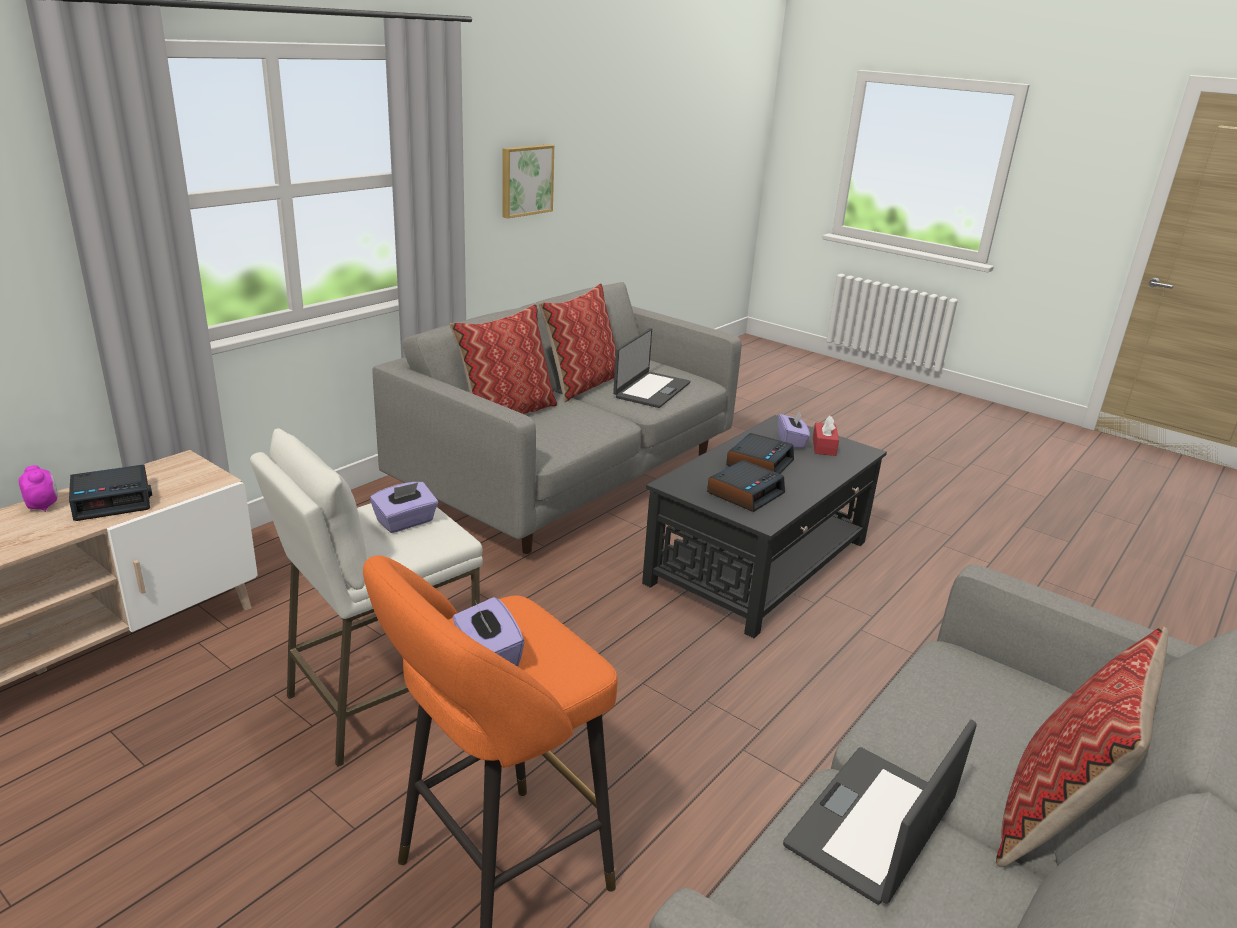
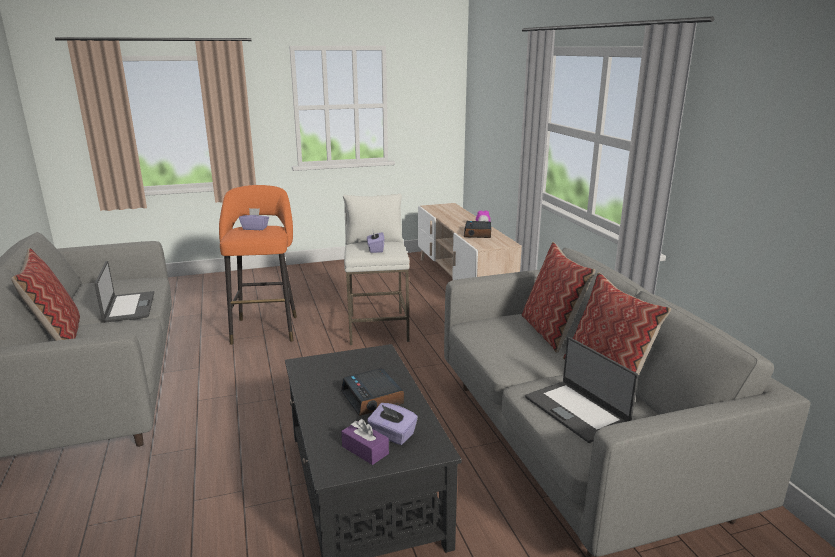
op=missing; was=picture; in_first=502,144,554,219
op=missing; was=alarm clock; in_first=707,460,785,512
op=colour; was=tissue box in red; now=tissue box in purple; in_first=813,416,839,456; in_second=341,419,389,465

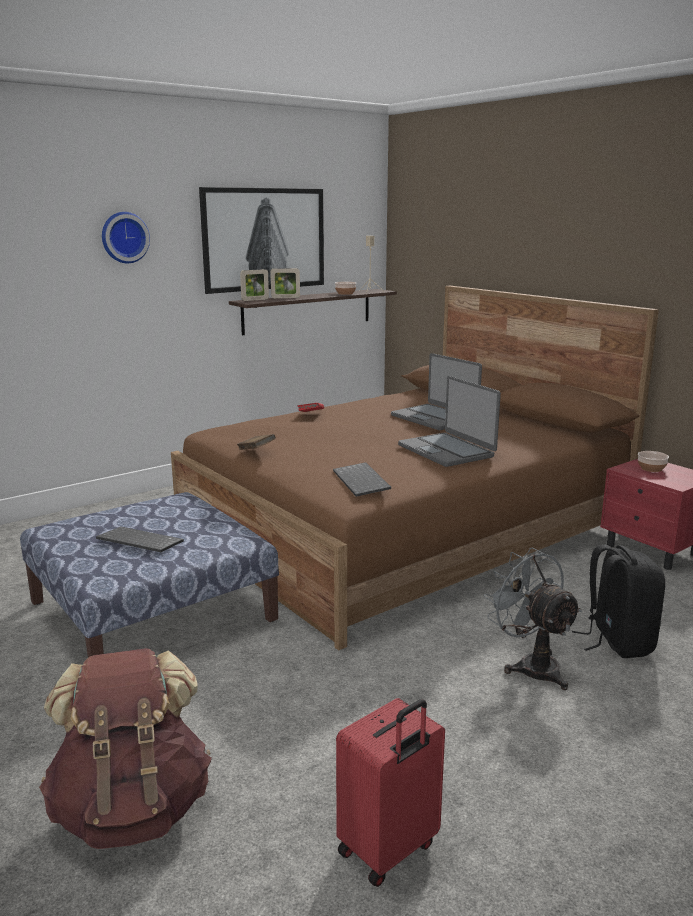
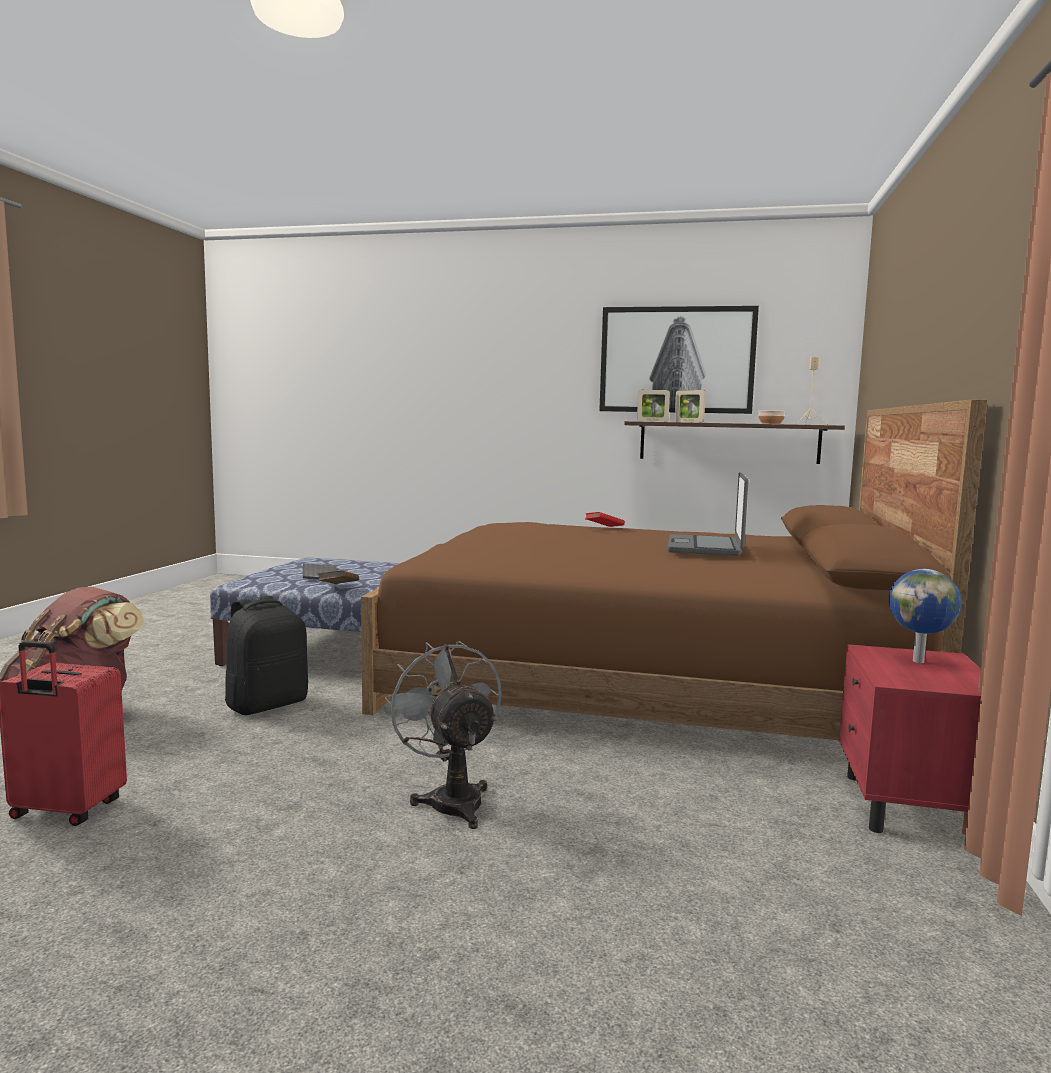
op=missing; was=wall clock; in_first=102,212,150,263
op=relocated; was=book in brown; in_first=237,434,276,450; in_second=318,570,359,584
op=missing; was=keyboard; in_first=333,462,391,497
op=missing; was=laptop; in_first=398,376,501,467
op=spun; was=fan in grey; in_first=484,548,582,690; in_second=385,641,502,829; clockwise=-45
op=relocated; was=backpack in black; in_first=572,544,665,658; in_second=225,596,308,715
op=exchanged; was=bowl; now=globe; in_first=638,451,669,472; in_second=889,569,962,663

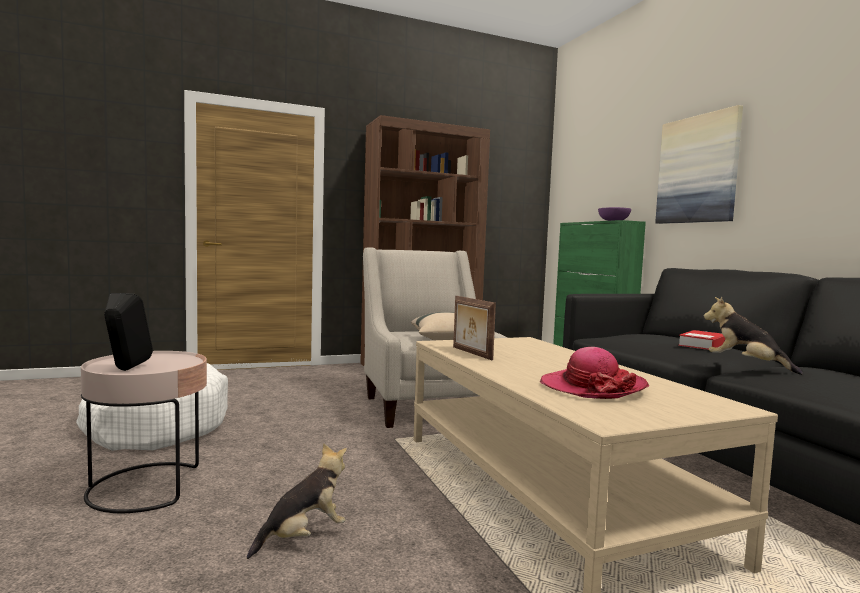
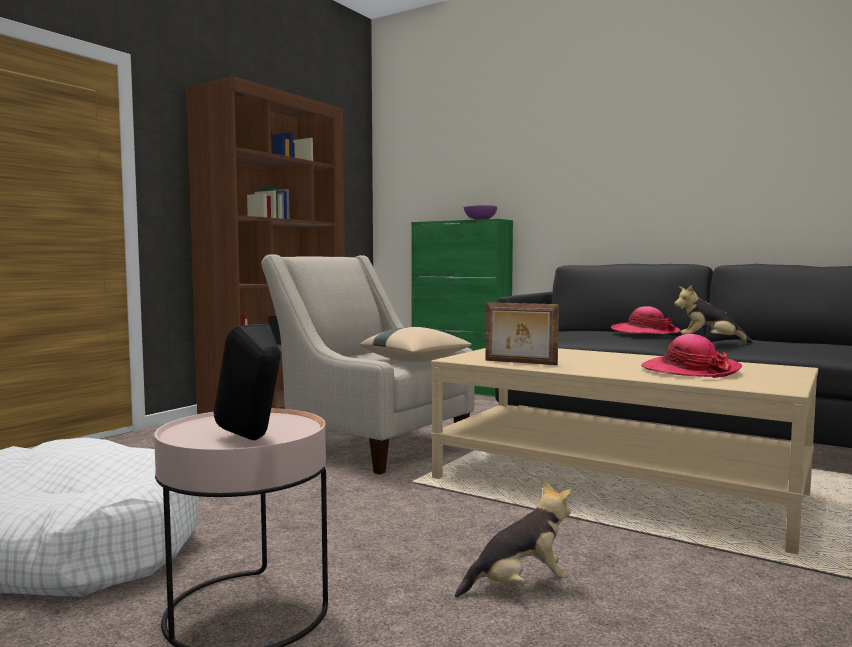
op=spun; was=plush toy; in_first=247,443,347,559; in_second=455,480,572,598; clockwise=60
op=missing; was=picture; in_first=655,105,743,224
op=exchanged; was=book; now=hat; in_first=678,330,725,350; in_second=611,306,681,334

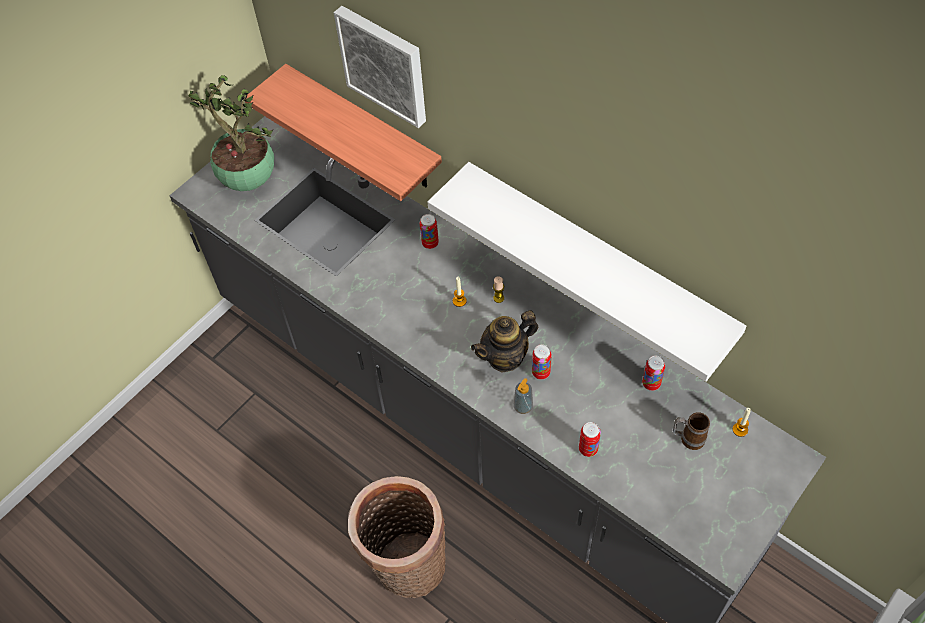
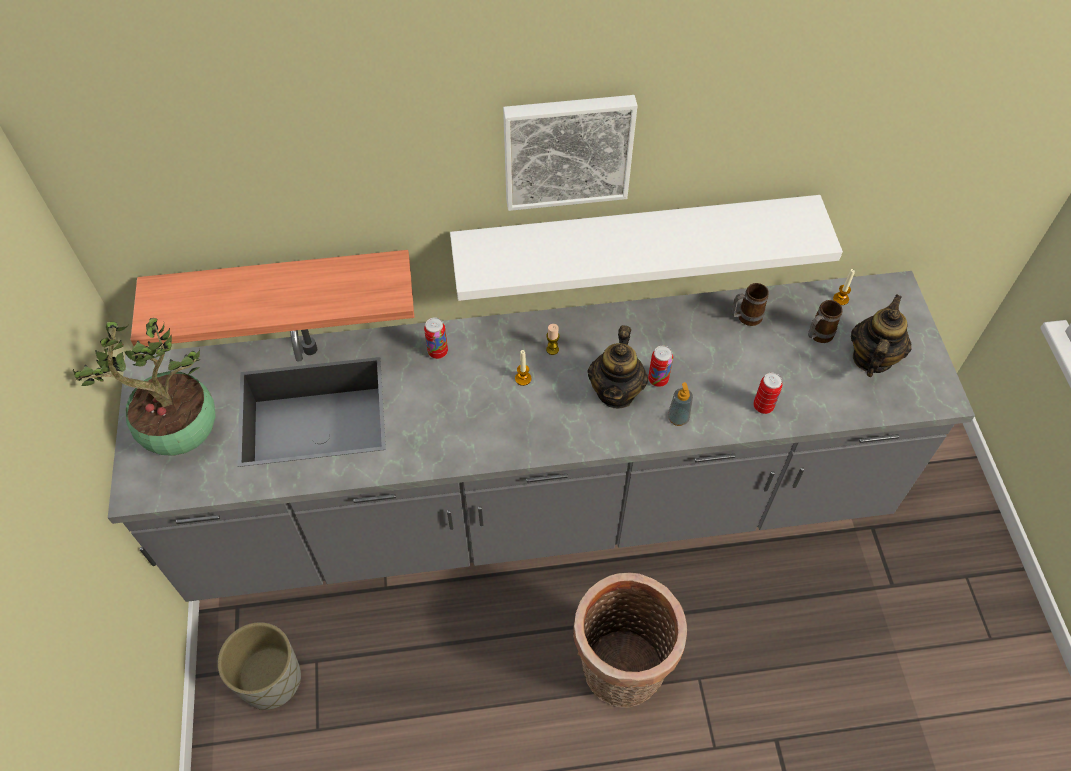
op=relocated; was=picture; in_first=334,6,426,128; in_second=503,95,637,211
op=exchanged; was=can; now=mug; in_first=642,356,665,391; in_second=732,283,769,326
op=appeared; now=planter in grey; in_second=218,622,301,710
op=appeared; now=teapot; in_second=851,294,911,377

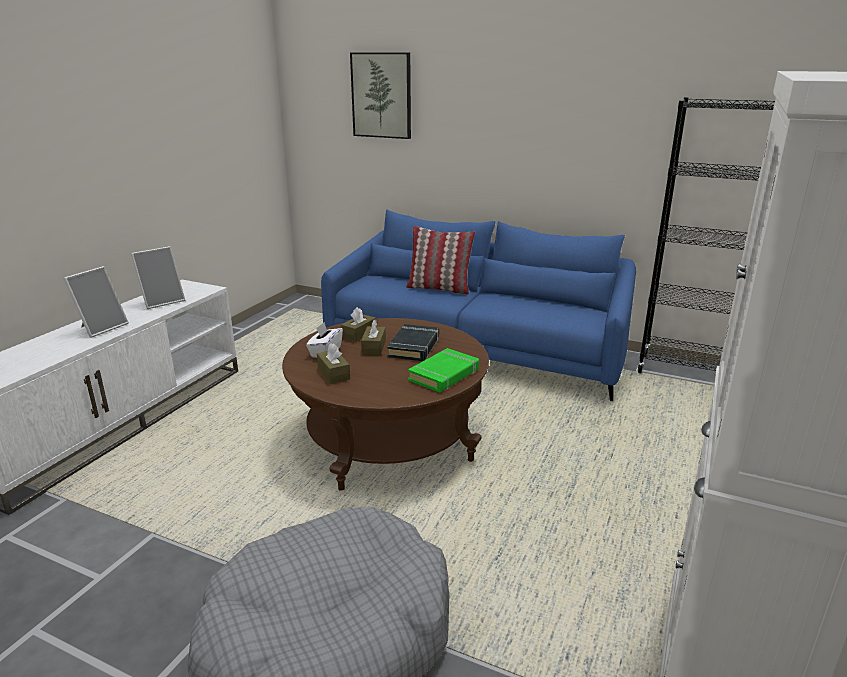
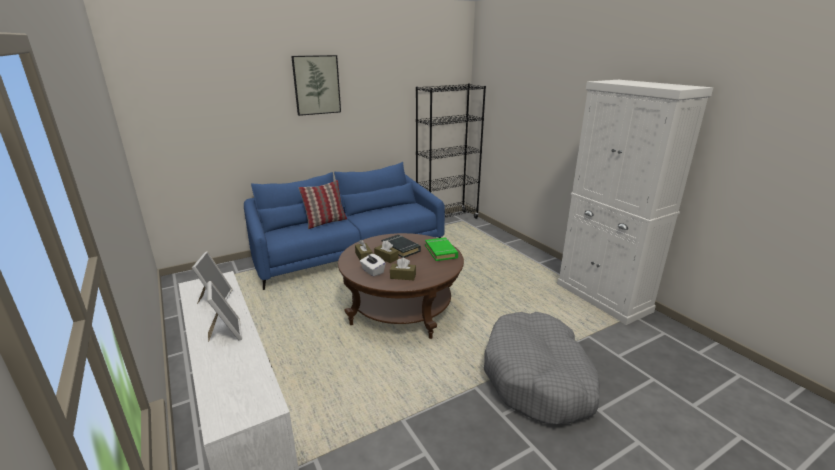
op=relocated; was=picture; in_first=350,52,411,139; in_second=291,55,341,116

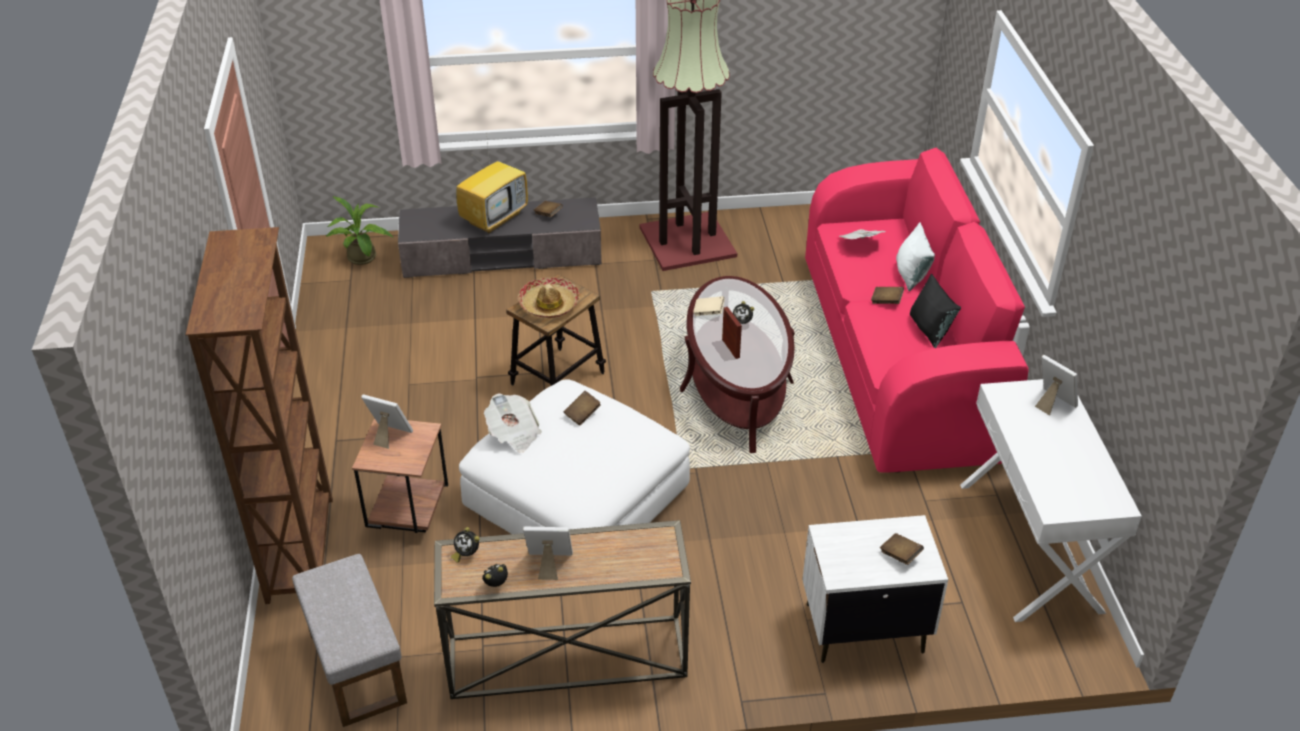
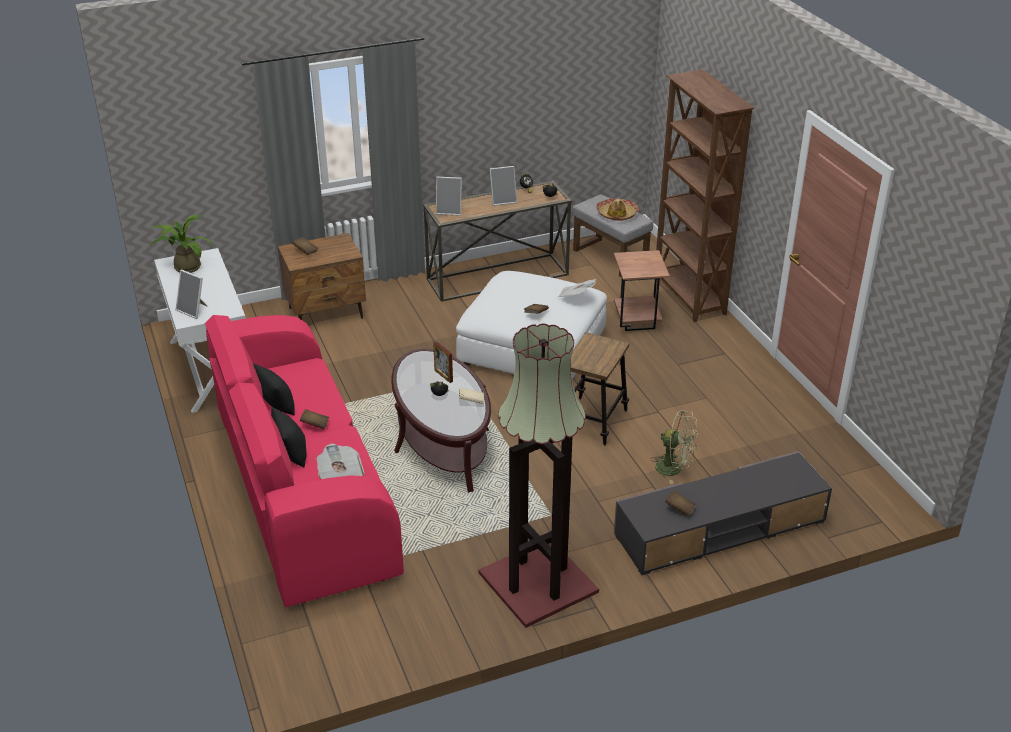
op=relocated; was=potted plant; in_first=325,196,393,265; in_second=150,215,216,273
op=relocated; was=picture frame; in_first=361,395,413,449; in_second=436,177,462,216
op=missing; was=television; in_first=456,142,528,233
op=relocated; was=hat; in_first=518,278,579,318; in_second=596,198,639,221
op=colour; was=nightstand in white; now=nightstand in brown; in_first=803,515,948,663; in_second=278,233,366,320
op=colour; was=pillow in white; now=pillow in black; in_first=896,222,935,291; in_second=271,407,306,468
op=appeared; now=fan in green; in_second=650,410,698,484

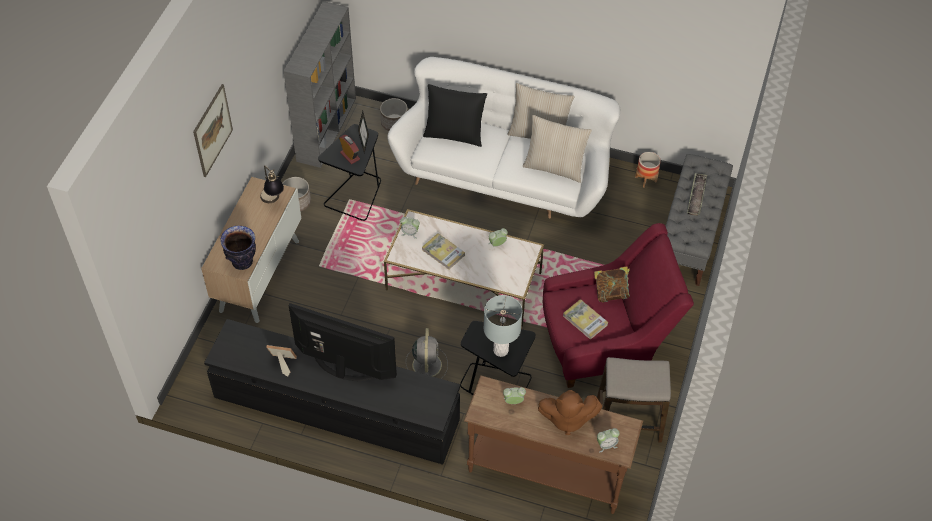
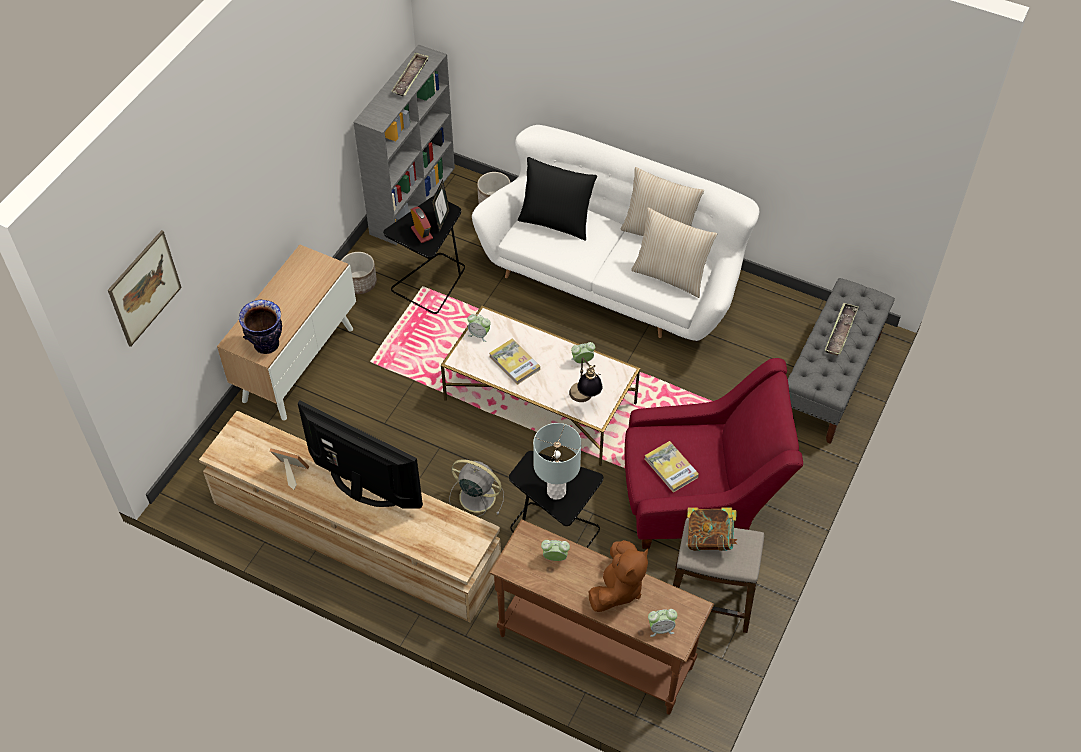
op=relocated; was=picture; in_first=193,84,233,177; in_second=108,230,182,347
op=colour; was=tv stand in black; now=tv stand in beige; in_first=204,319,460,465; in_second=199,411,501,623
op=relocated; was=table lamp; in_first=260,165,284,203; in_second=569,357,602,402
op=spun; was=fan in grey; in_first=406,328,448,379; in_second=449,459,504,517; clockwise=-75
op=spun; was=plush toy in brown; in_first=538,390,602,435; in_second=589,540,648,612; clockwise=-75
op=relocated; was=book; in_first=594,267,630,302; in_second=687,507,738,551
op=missing; was=planter; in_first=635,152,661,187
op=appeared; now=tray; in_second=391,52,429,97

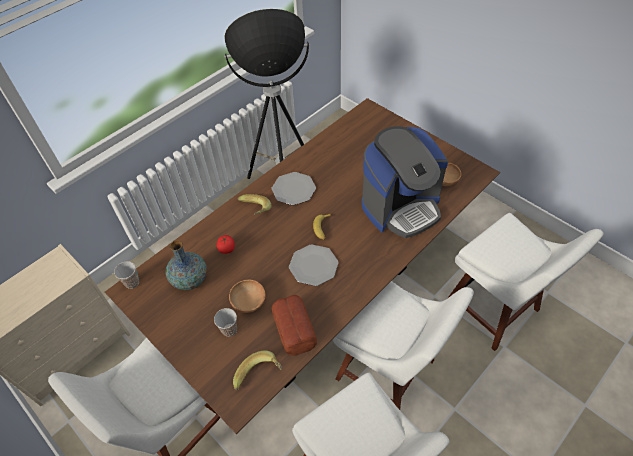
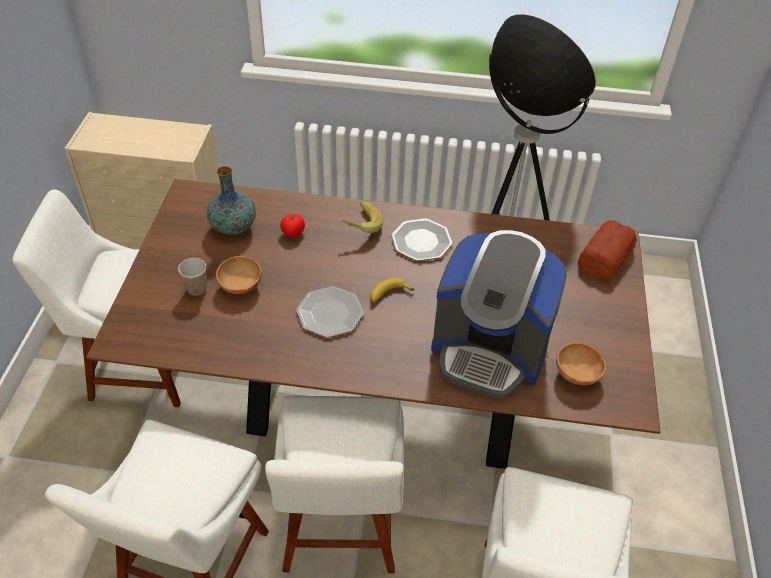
op=missing; was=cup; in_first=114,261,139,289
op=missing; was=banana; in_first=233,350,283,390
op=relocated; was=bread; in_first=271,295,317,356; in_second=578,220,637,281

